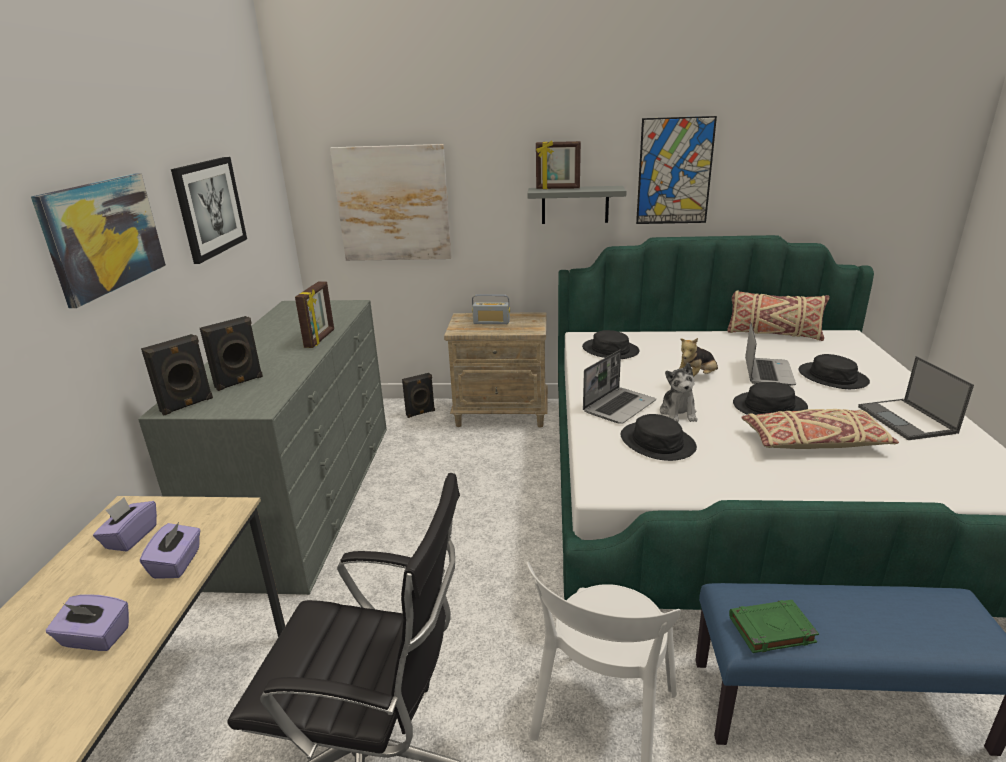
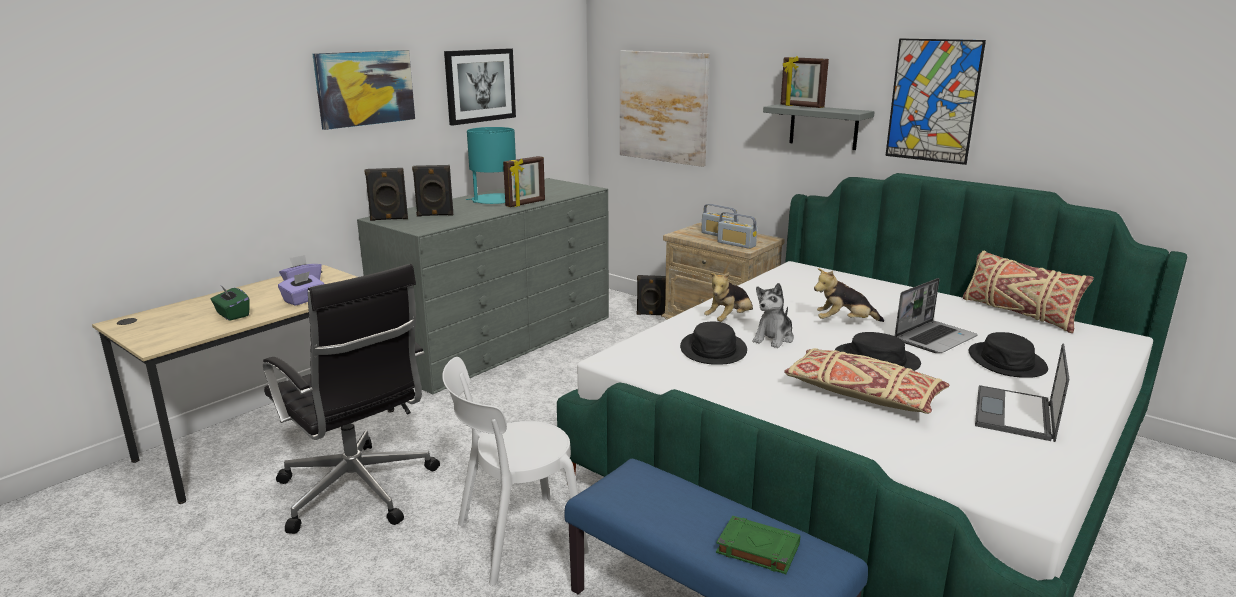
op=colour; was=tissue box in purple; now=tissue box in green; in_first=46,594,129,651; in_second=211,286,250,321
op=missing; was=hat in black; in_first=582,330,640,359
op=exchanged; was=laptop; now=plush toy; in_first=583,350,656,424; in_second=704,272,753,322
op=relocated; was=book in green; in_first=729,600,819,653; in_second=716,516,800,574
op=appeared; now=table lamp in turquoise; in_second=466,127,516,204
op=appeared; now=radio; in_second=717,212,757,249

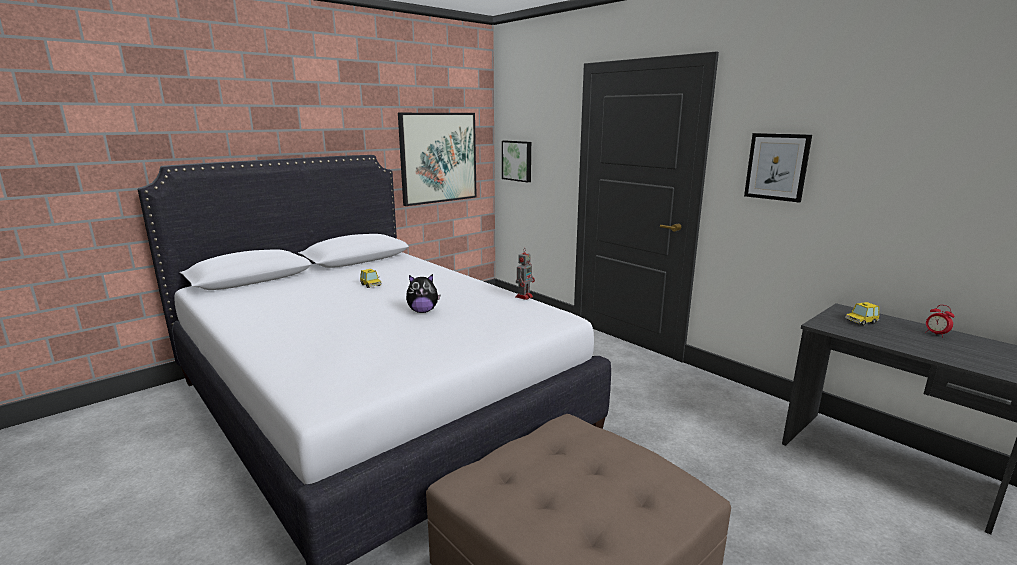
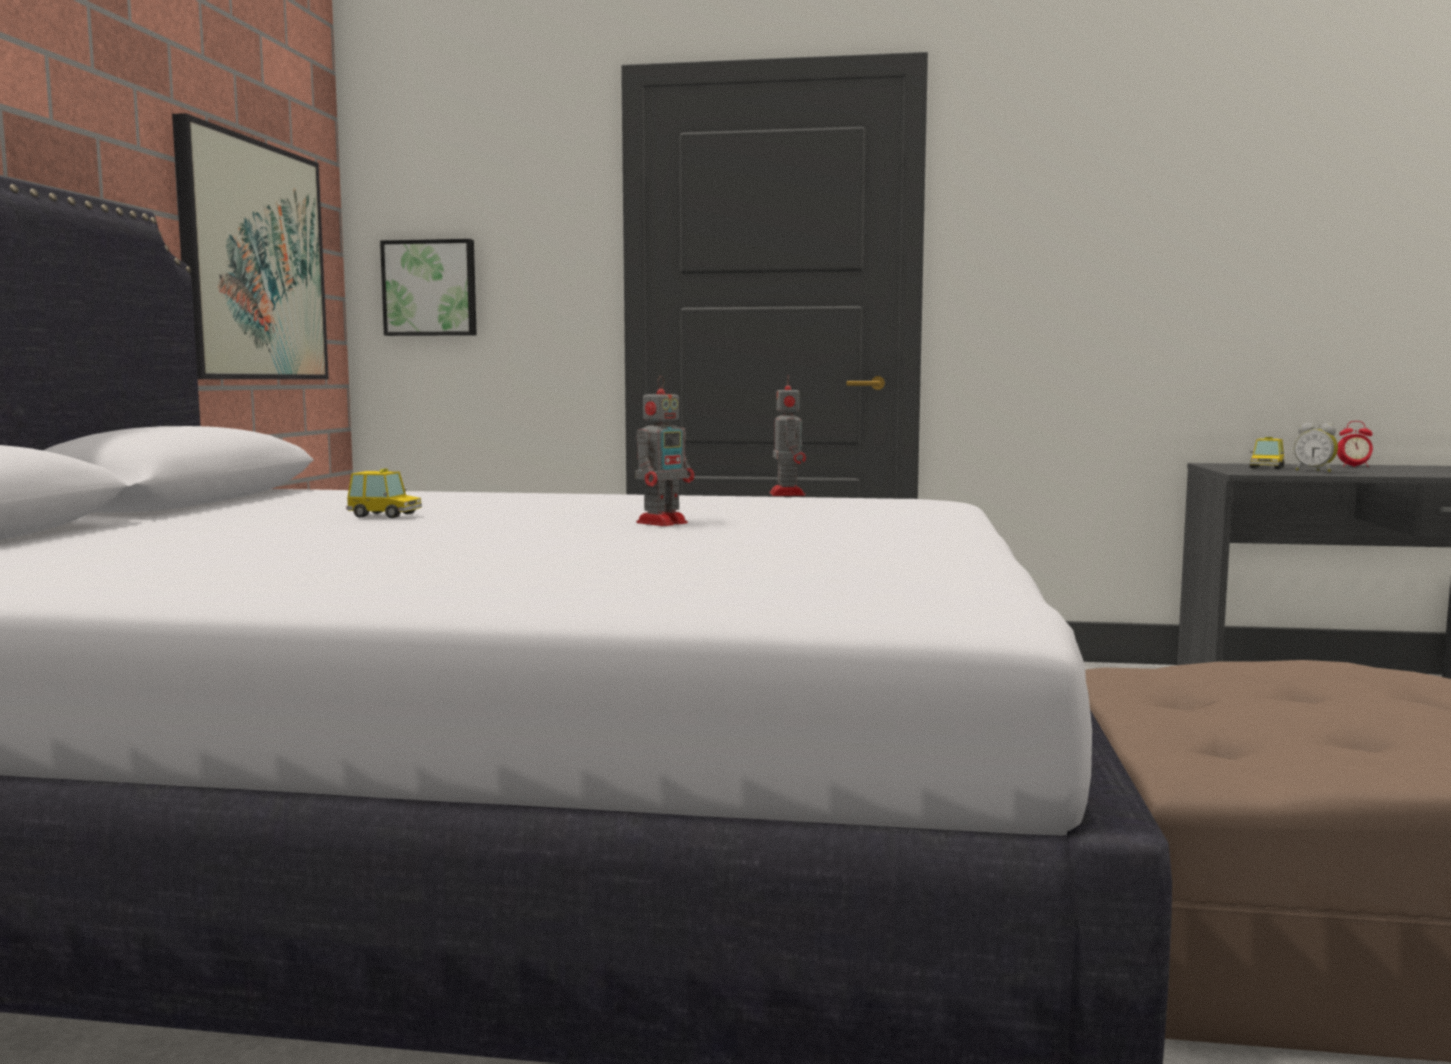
op=exchanged; was=plush toy; now=toy robot; in_first=406,274,440,313; in_second=635,376,694,526
op=missing; was=picture; in_first=744,133,812,203
op=appeared; now=alarm clock; in_second=1294,423,1338,472

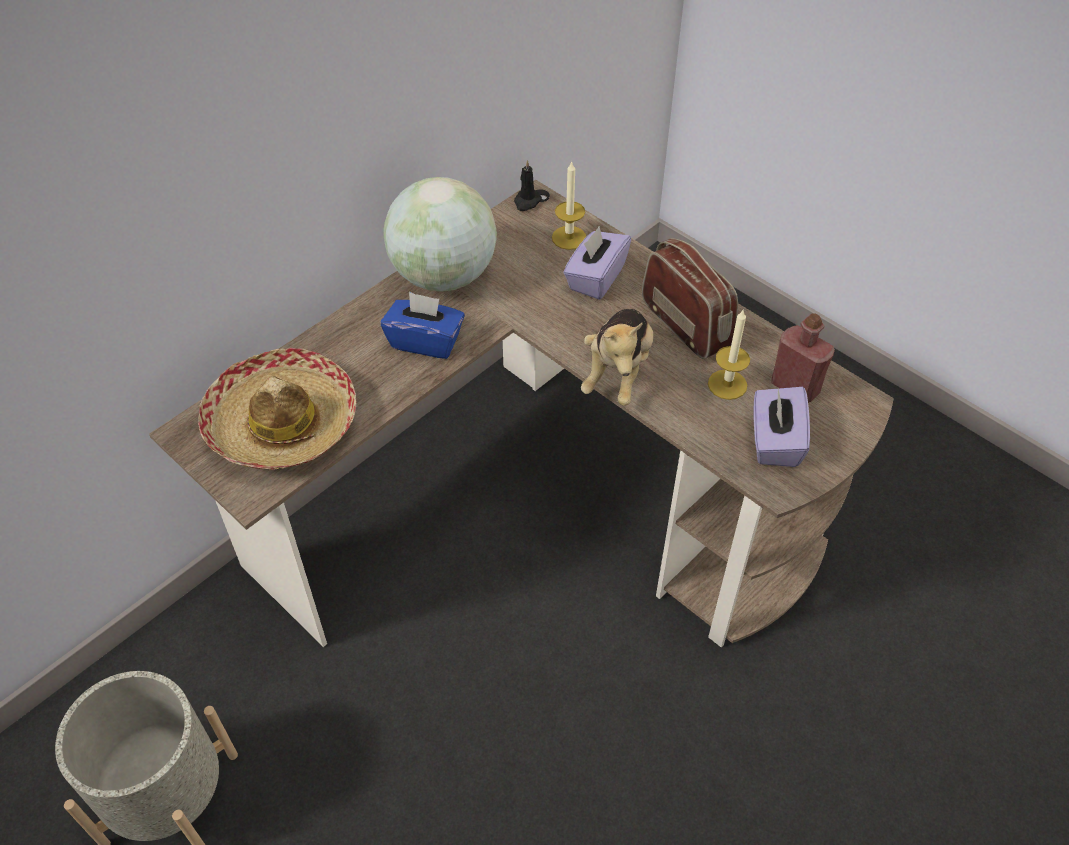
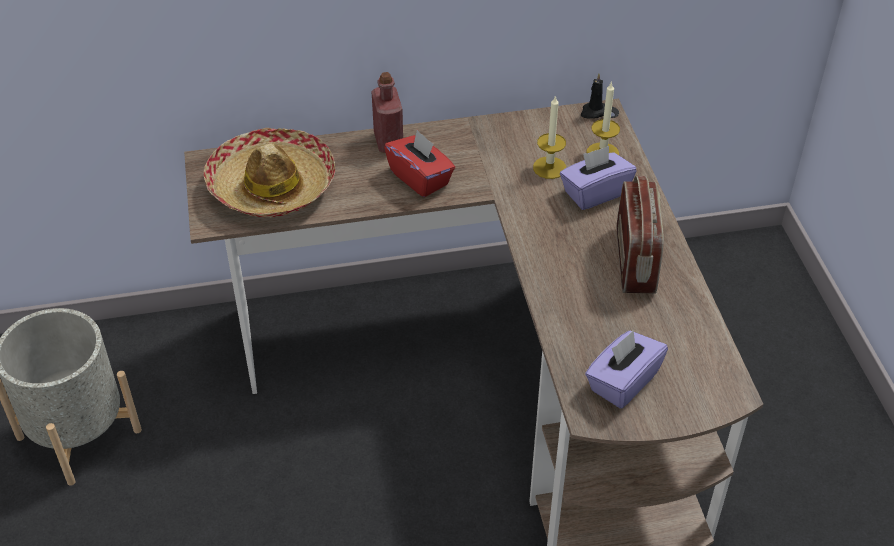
op=colour; was=tissue box in blue; now=tissue box in red; in_first=381,292,465,359; in_second=384,130,455,197
op=missing; was=globe; in_first=383,177,497,292
op=missing; was=plush toy; in_first=581,309,653,406
op=relocated; was=candle; in_first=708,310,750,400; in_second=533,95,566,179
op=relocated; was=bottle in red; in_first=771,313,835,403; in_second=371,72,403,153

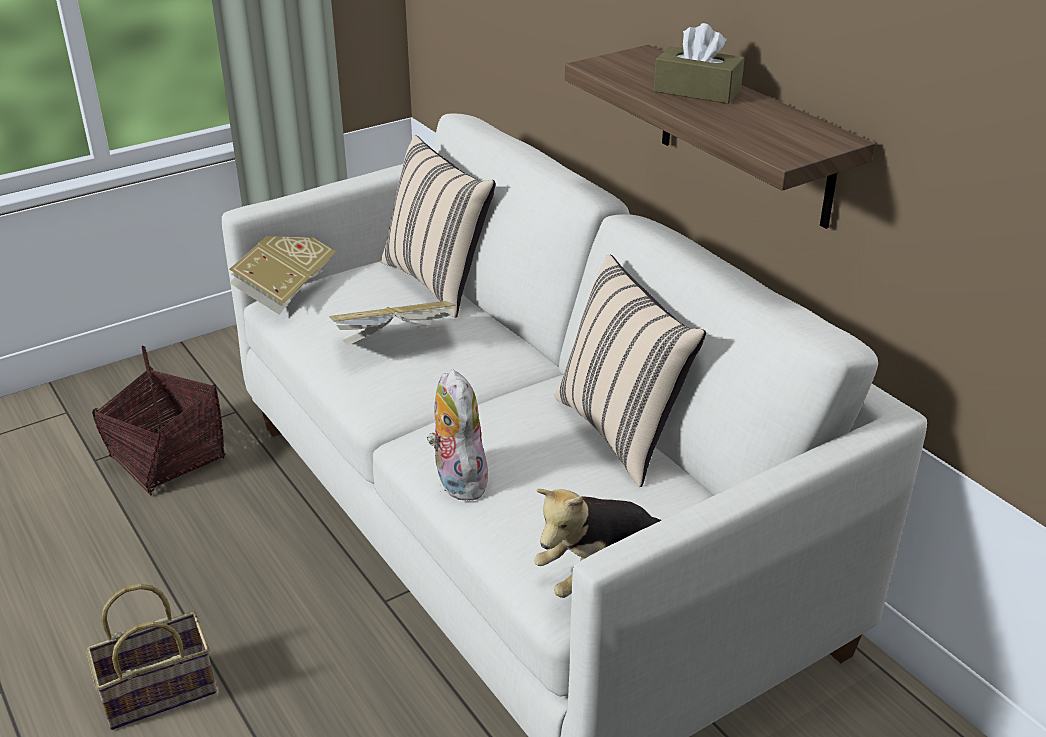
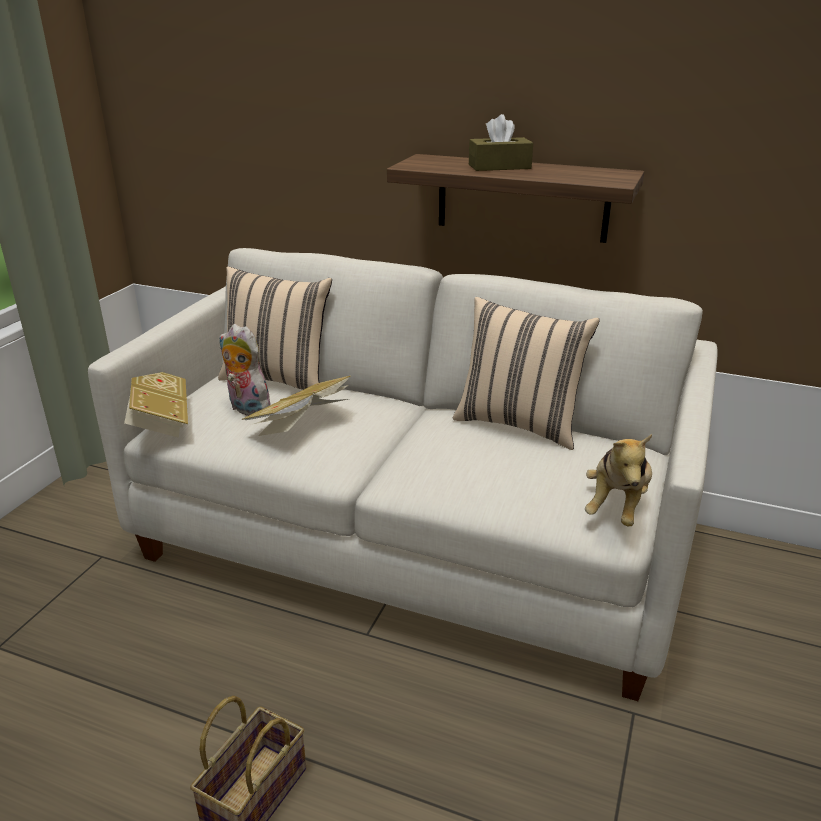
op=missing; was=basket; in_first=92,346,225,495
op=relocated; was=plush toy; in_first=427,369,488,501; in_second=219,324,270,416

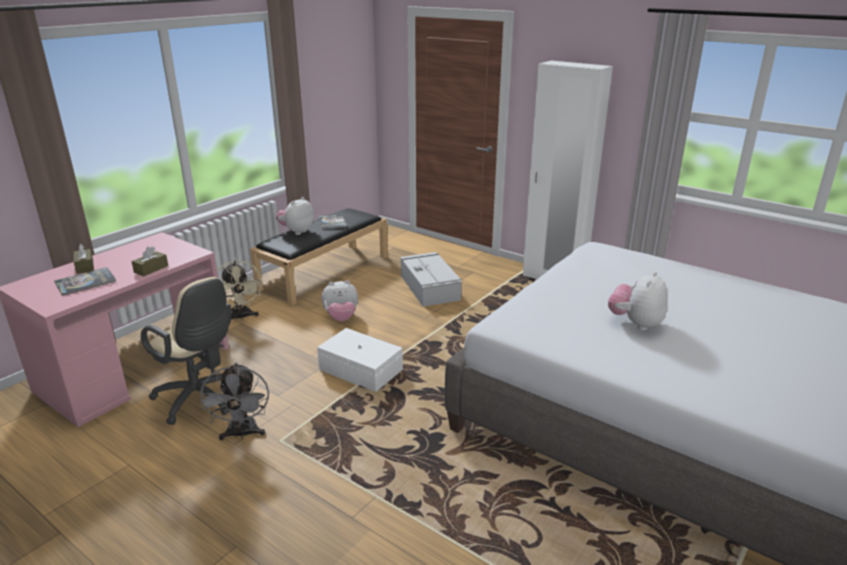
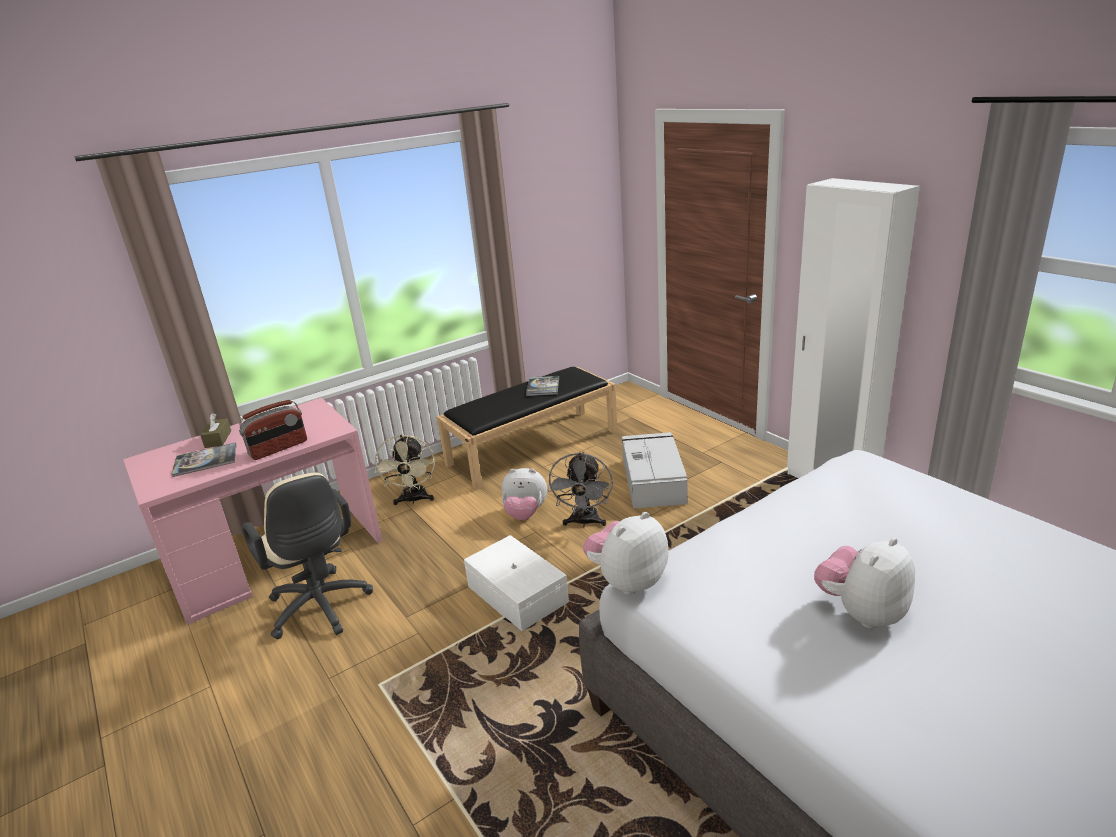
op=exchanged; was=tissue box in brown; now=radio; in_first=131,246,168,276; in_second=239,400,307,460
op=relocated; was=fan in grey; in_first=200,363,269,440; in_second=548,452,613,527
op=relocated; was=plush toy; in_first=276,197,314,235; in_second=583,512,668,595

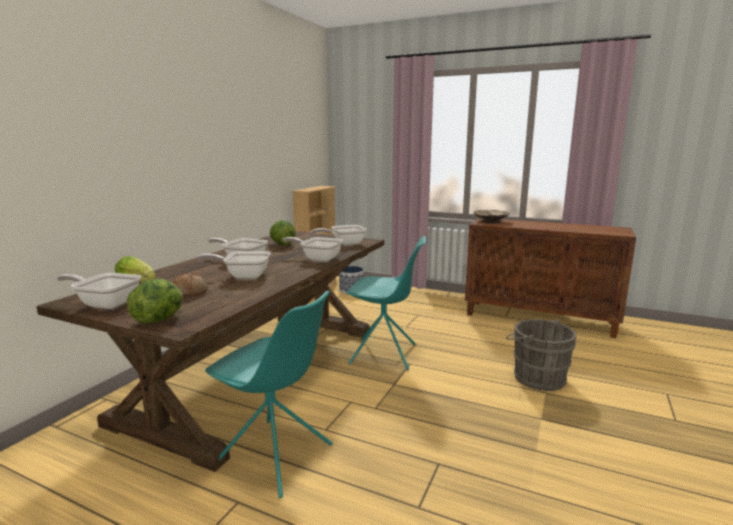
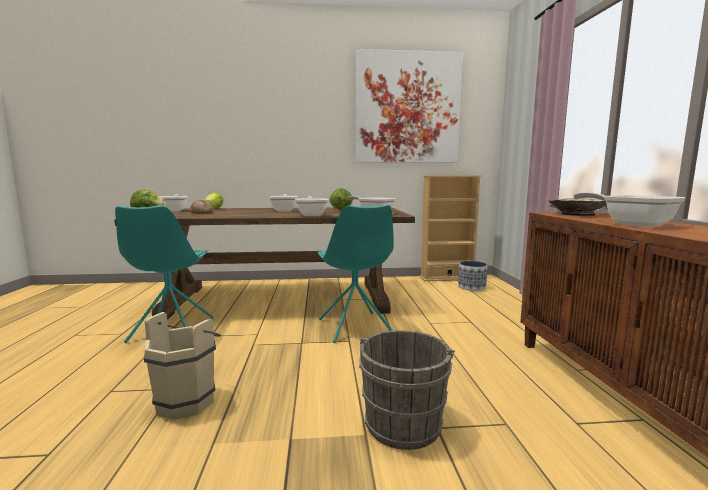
op=relocated; was=frying pan; in_first=197,251,271,279; in_second=573,192,686,227
op=appeared; now=bucket in beige; in_second=144,312,221,420
op=appeared; now=picture; in_second=356,49,464,163

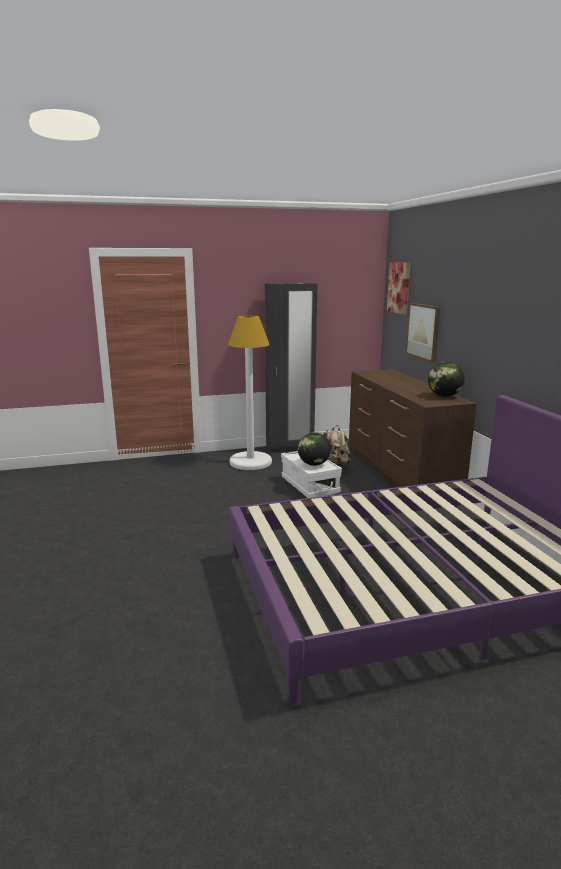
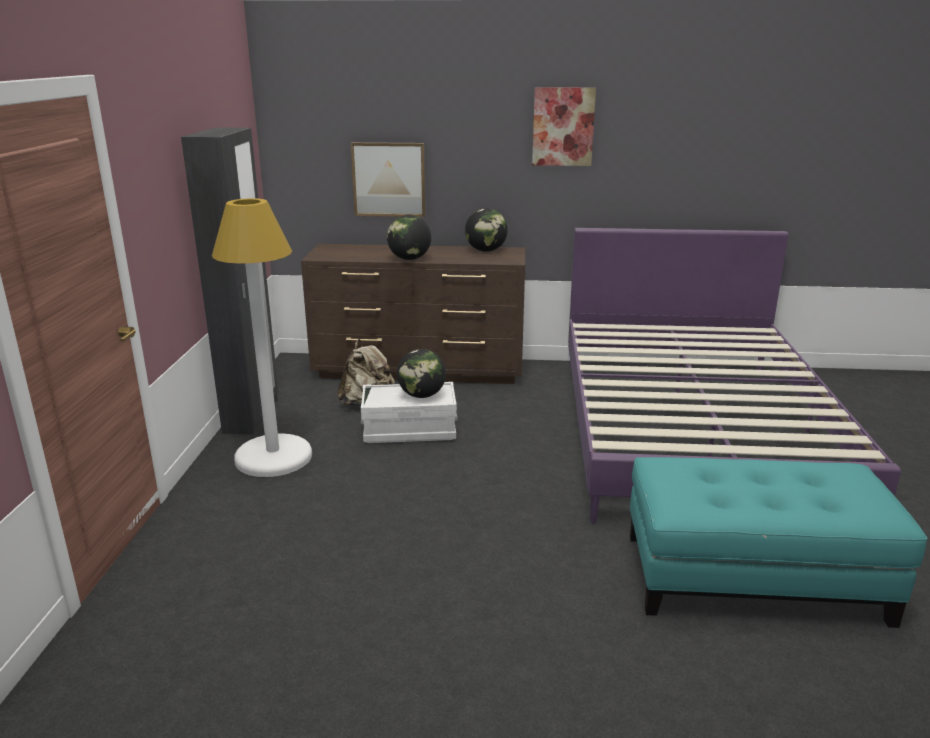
op=relocated; was=picture; in_first=387,262,411,315; in_second=532,87,596,166
op=appeared; now=globe; in_second=387,215,431,260
op=appeared; now=ottoman in turquoise; in_second=630,457,928,628

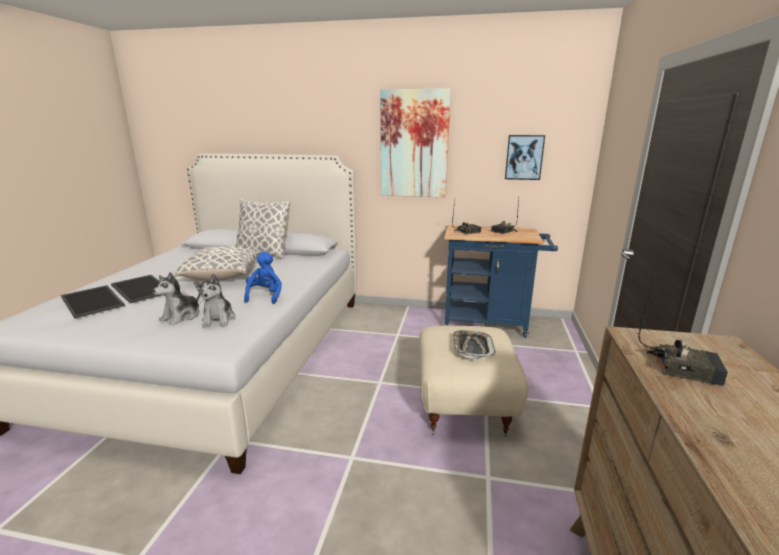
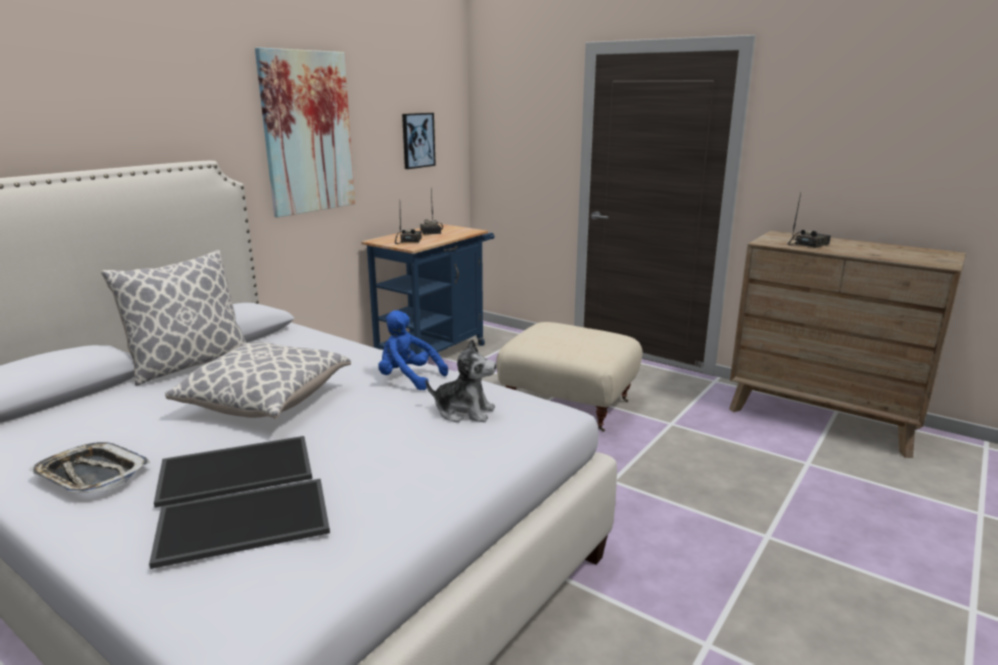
op=missing; was=plush toy; in_first=153,272,201,325
op=relocated; was=tray; in_first=453,330,496,359; in_second=28,442,150,493

